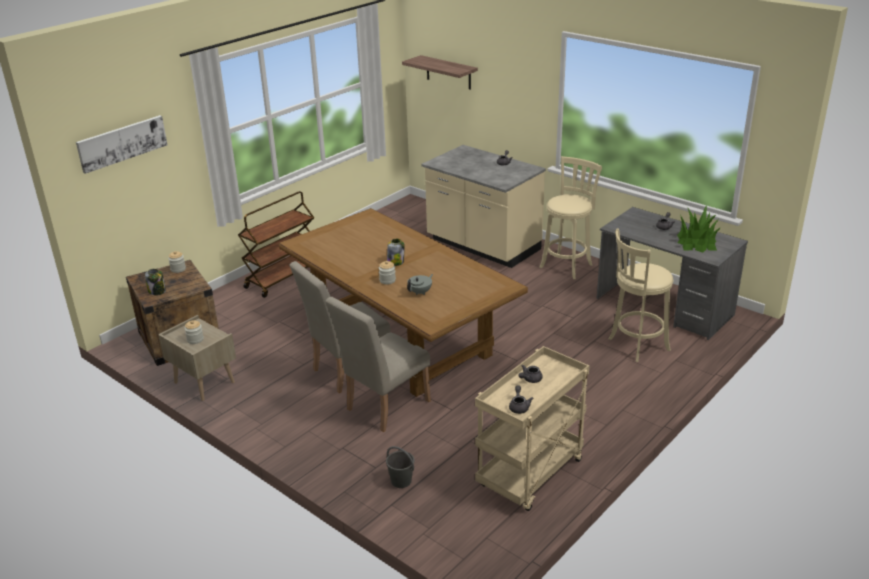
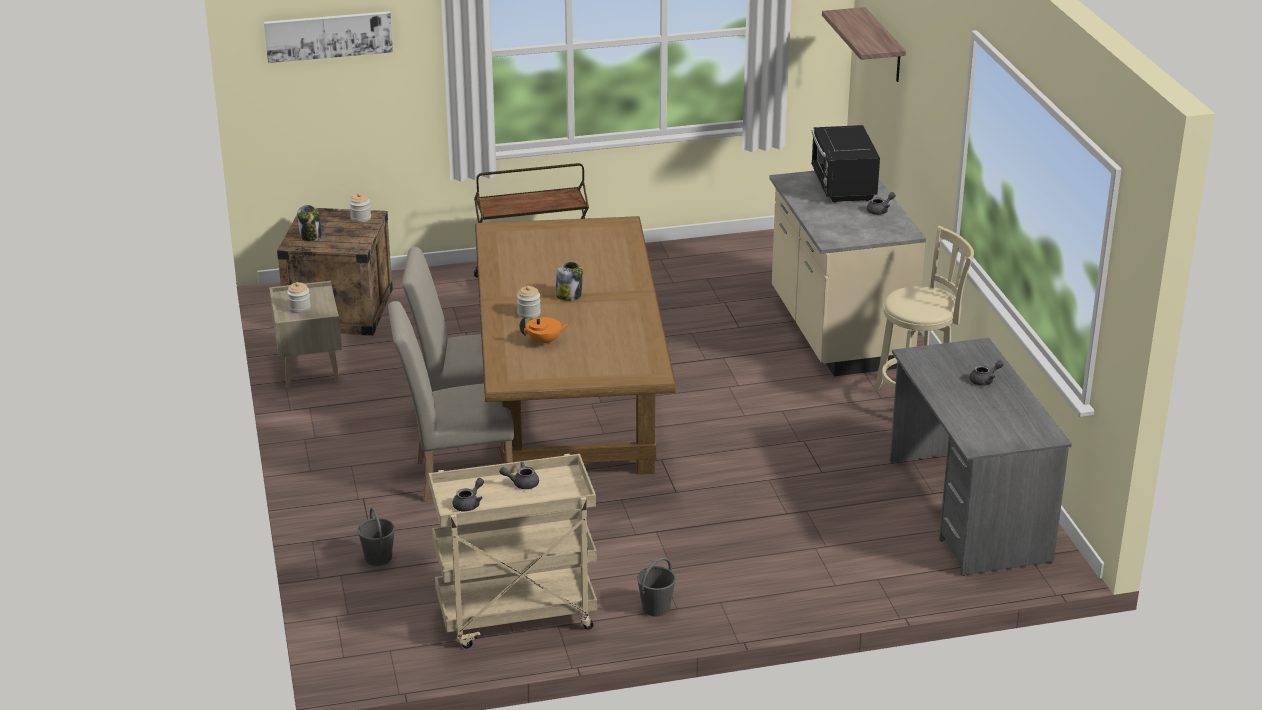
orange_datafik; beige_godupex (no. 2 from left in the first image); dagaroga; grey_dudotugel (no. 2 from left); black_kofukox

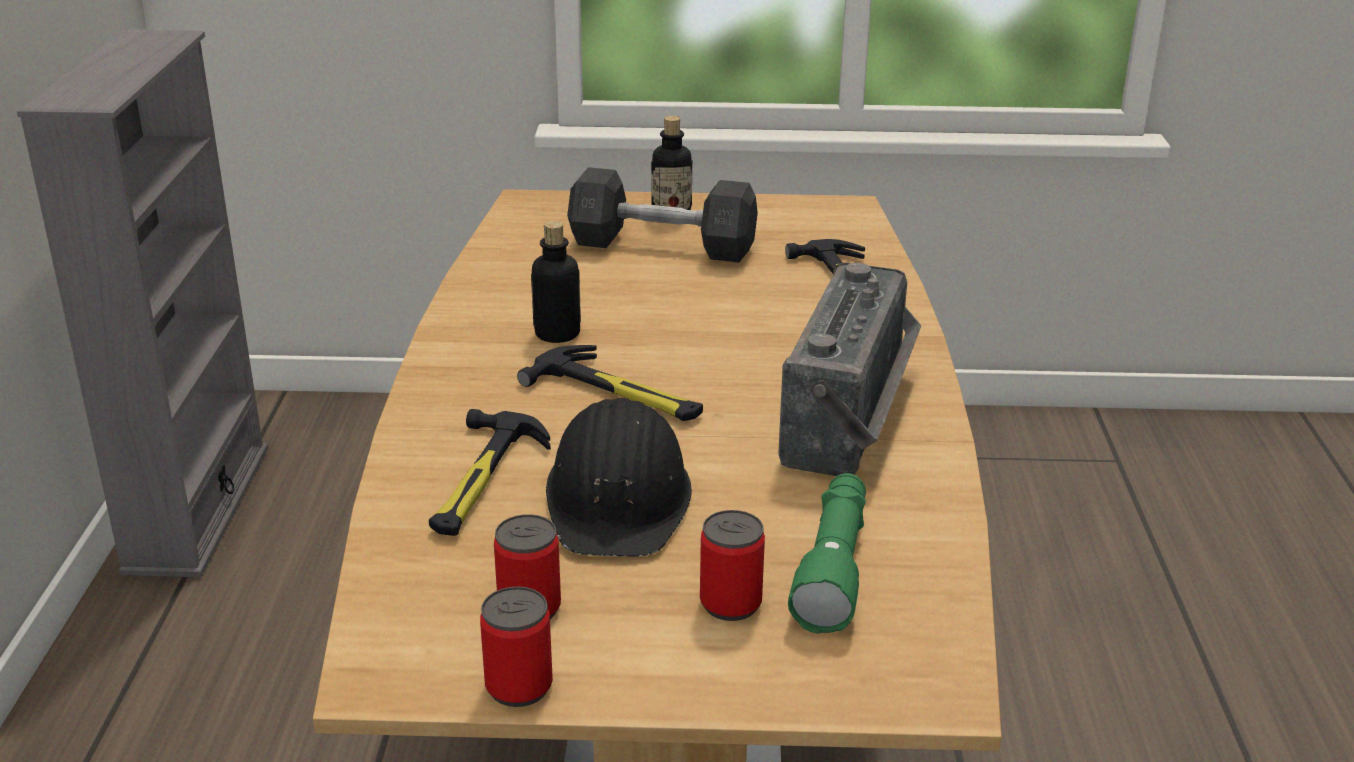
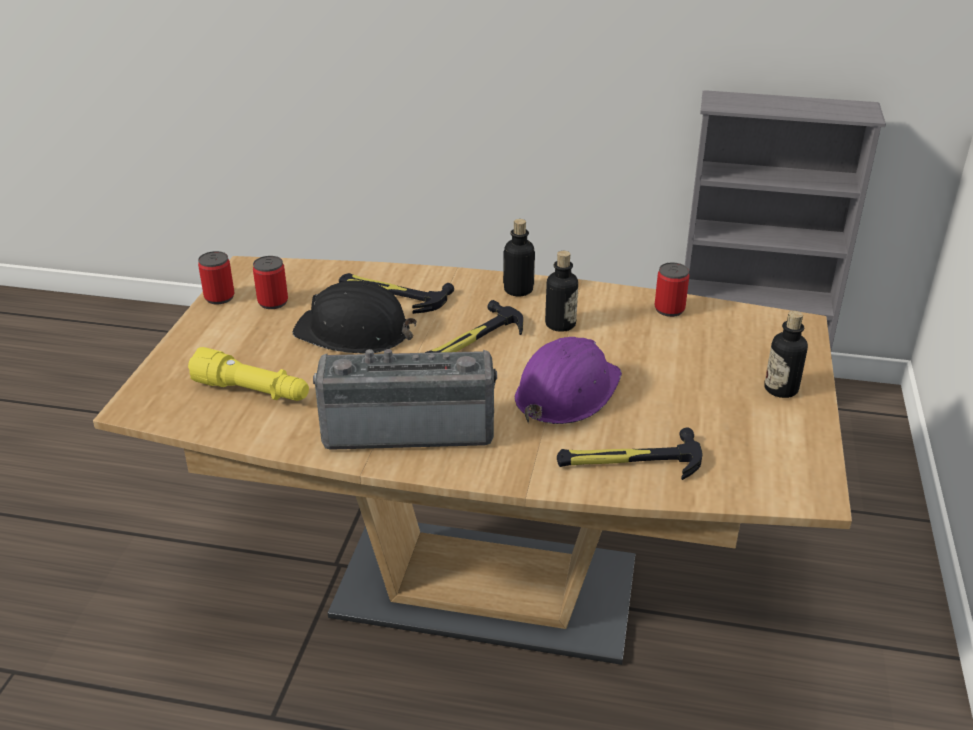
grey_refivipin; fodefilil (no. 3 from left); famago; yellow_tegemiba; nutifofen (no. 1 from left); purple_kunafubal

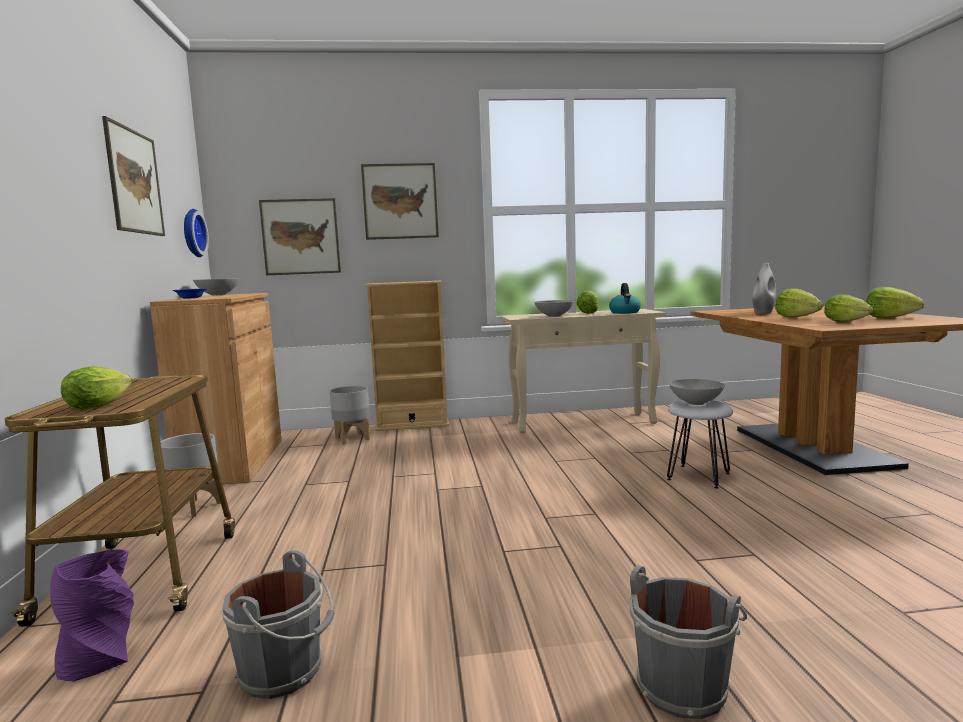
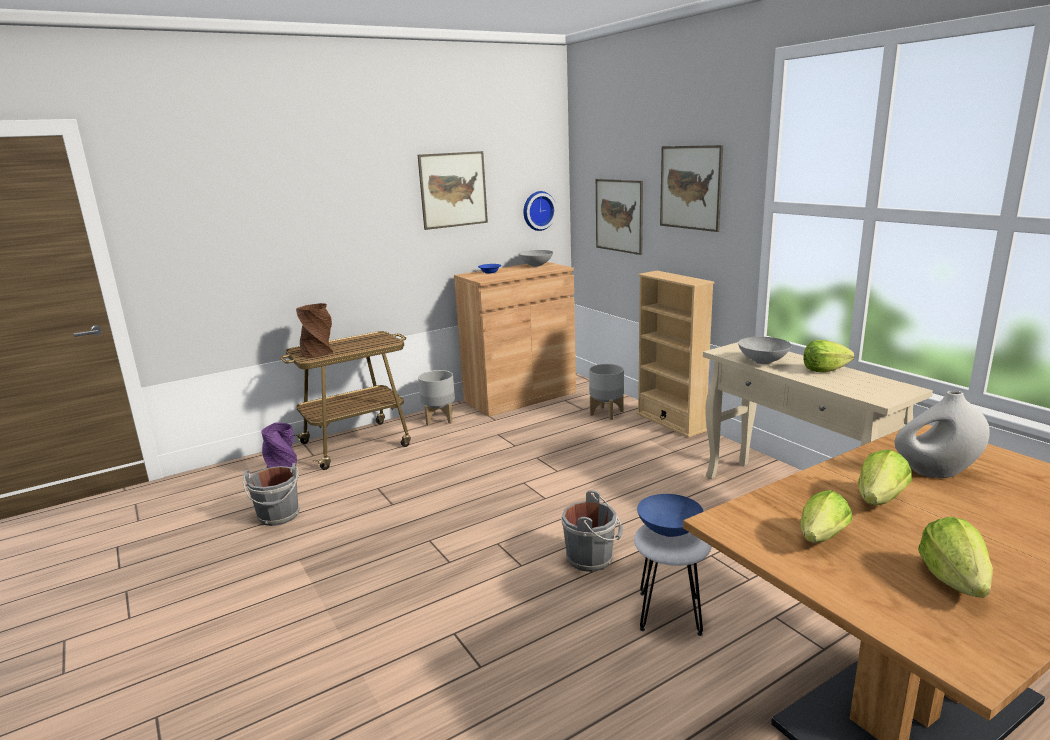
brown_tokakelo; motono; grey_dudotugel (no. 2 from left); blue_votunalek (no. 2 from left)

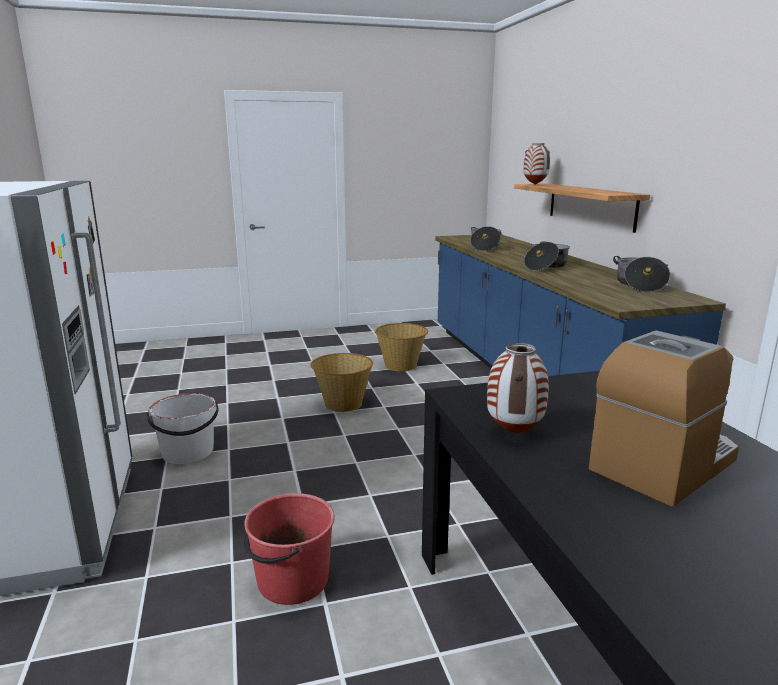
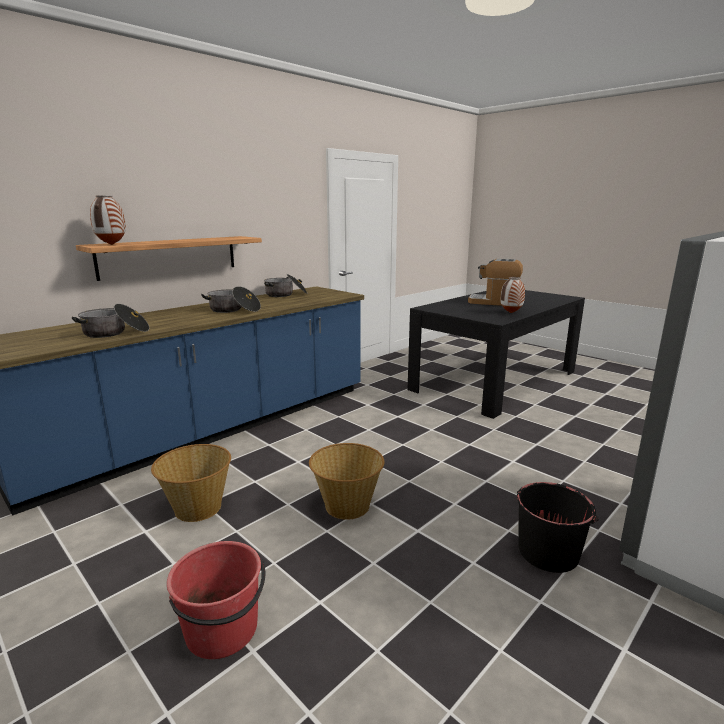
black_dudotugel; red_dudotugel

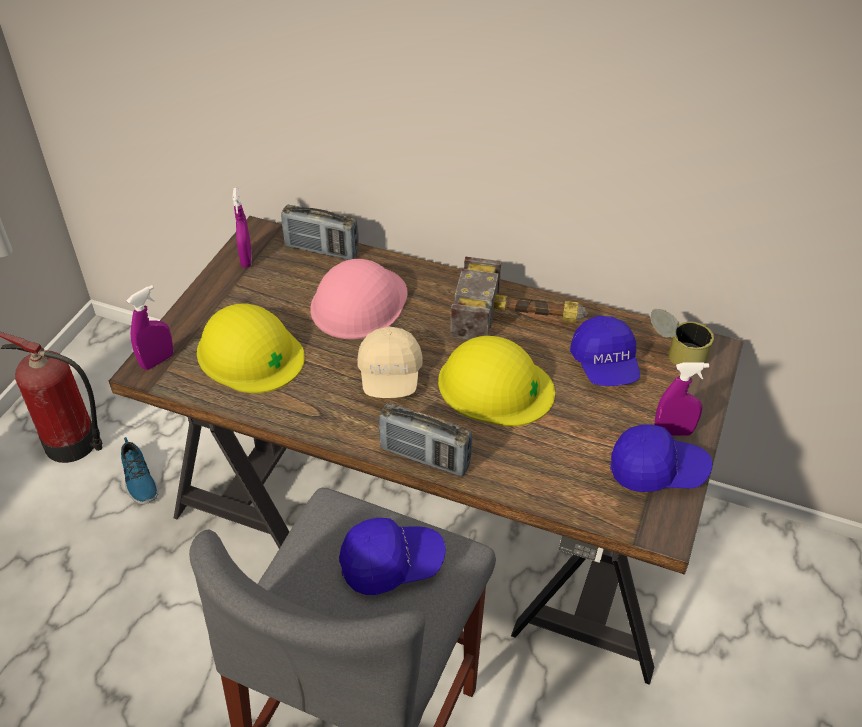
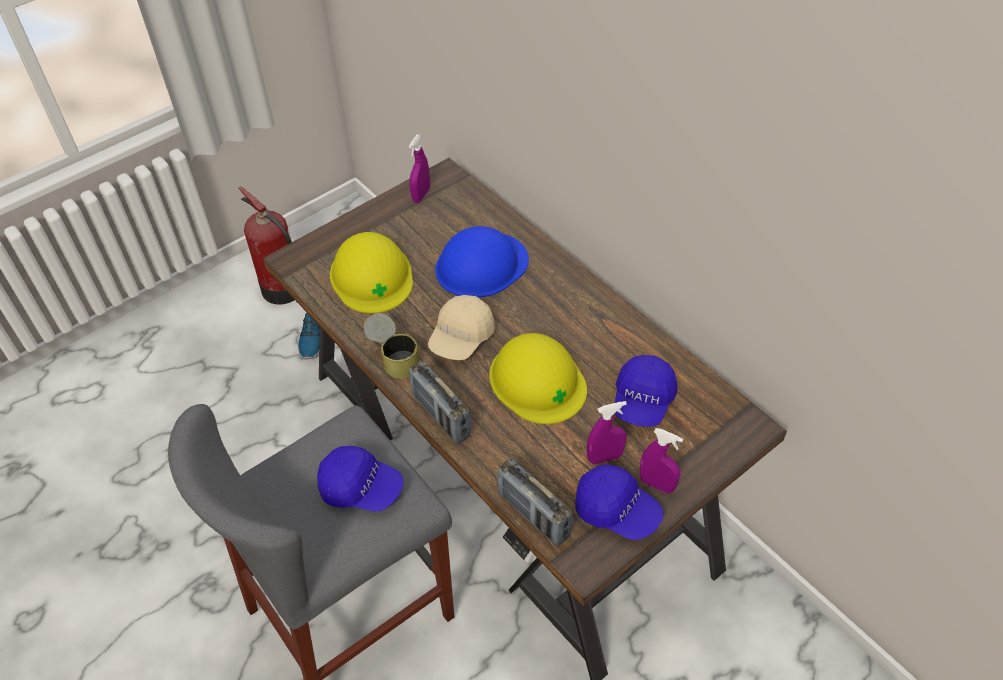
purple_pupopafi (no. 2 from left); famago (no. 2 from left); blue_kunafubal; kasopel; fodefilil

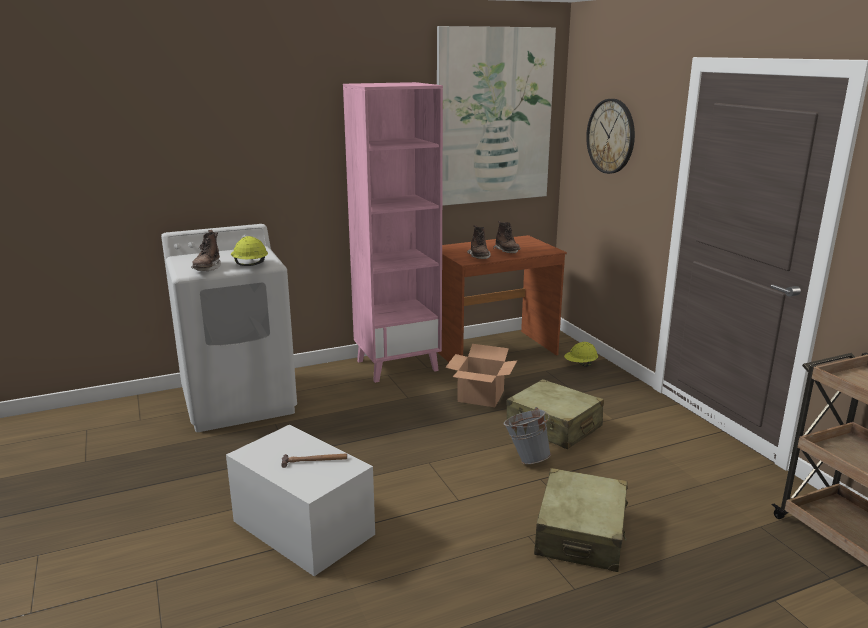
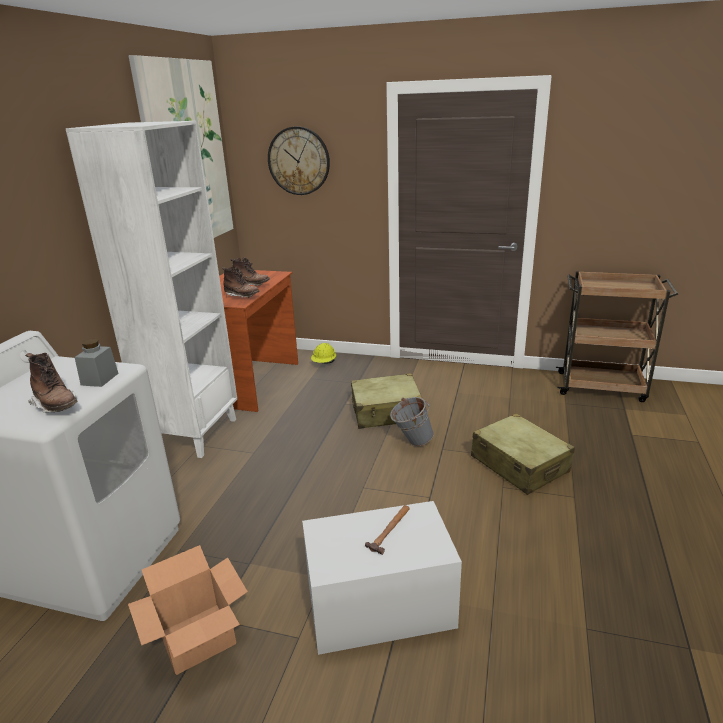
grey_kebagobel; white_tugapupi; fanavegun

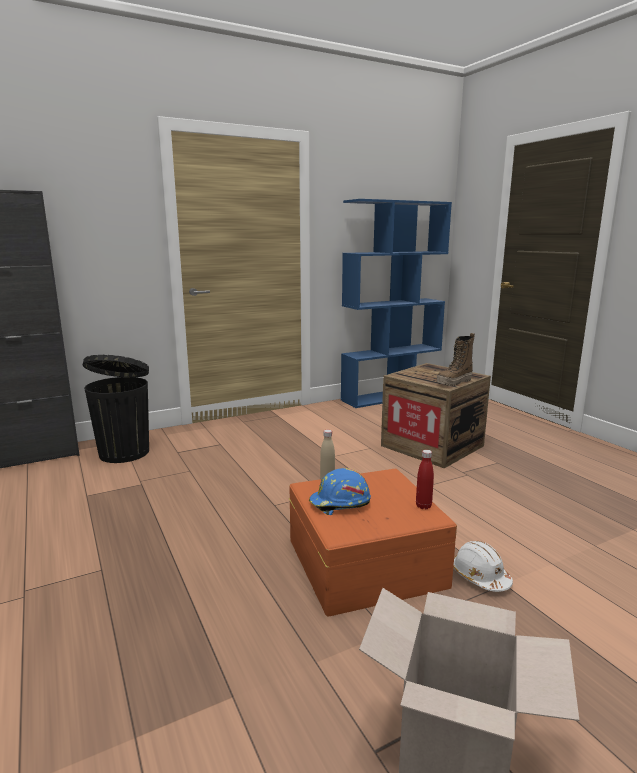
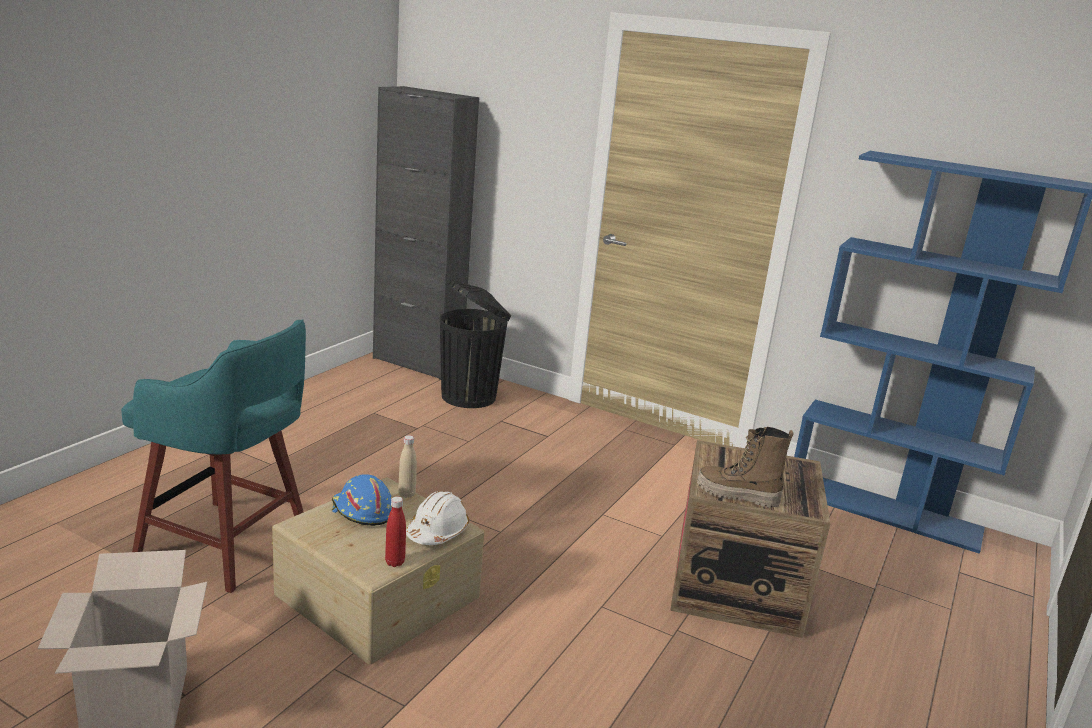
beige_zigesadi; white_kunafubal; turquoise_godupex

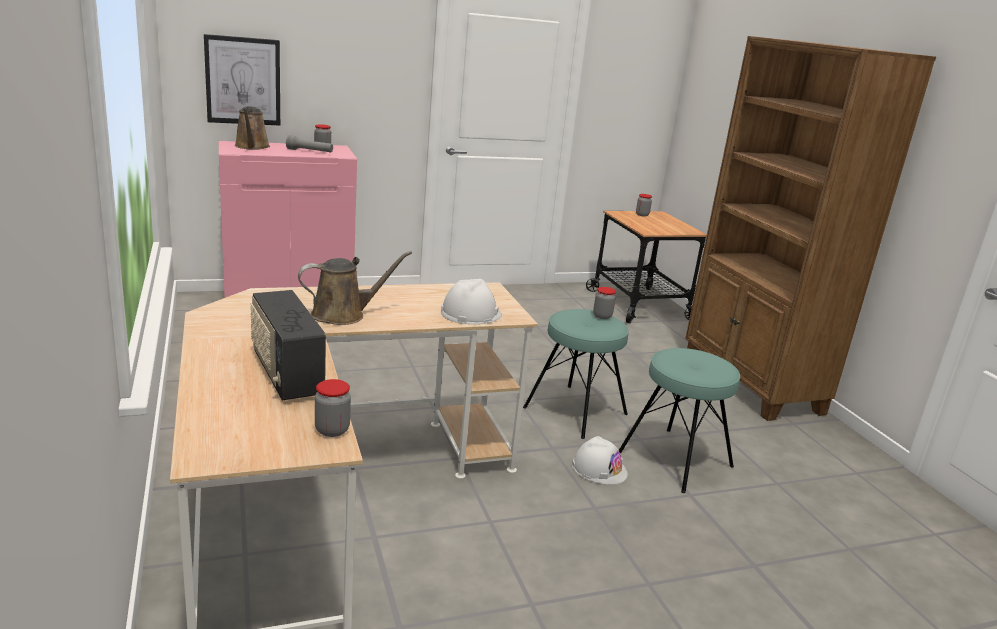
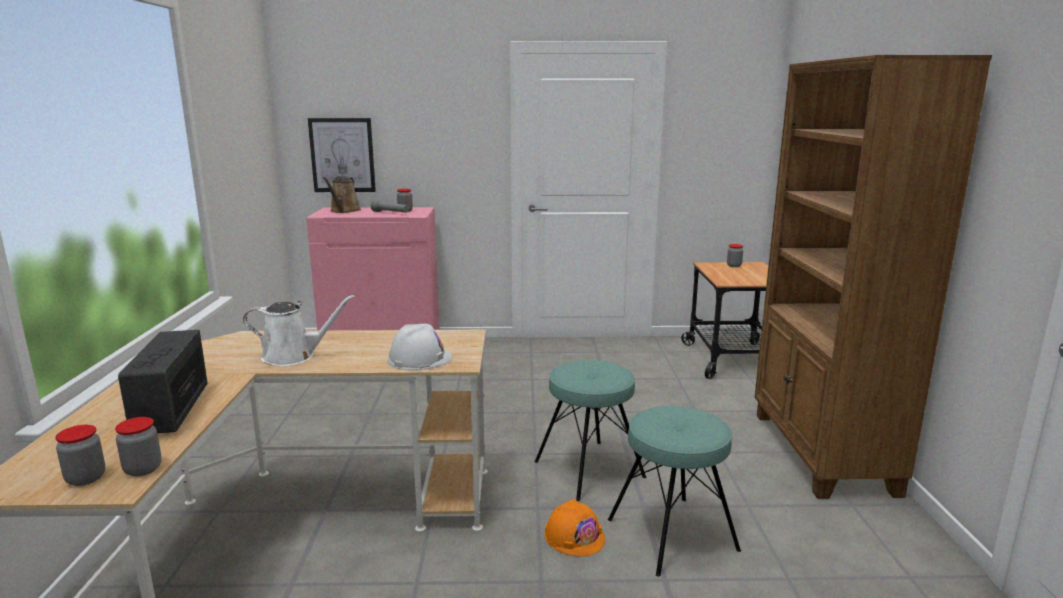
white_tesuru; orange_kunafubal; kebagobel (no. 1 from left)

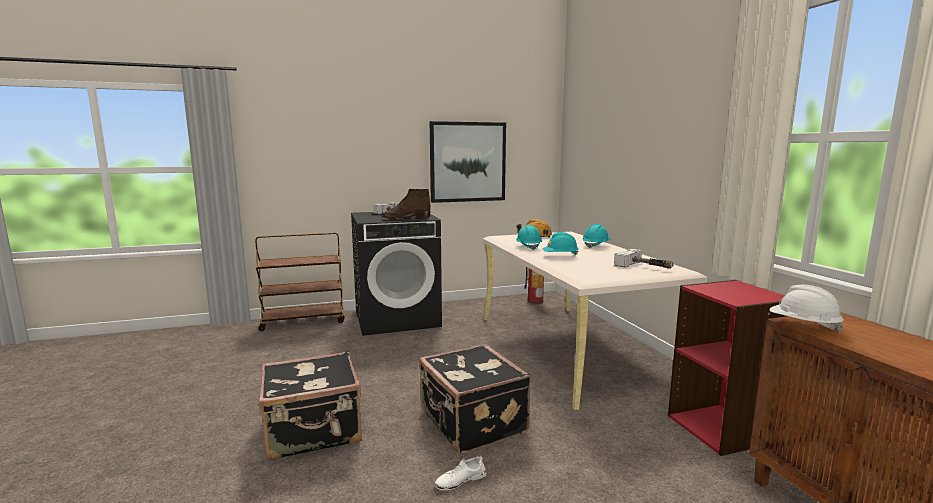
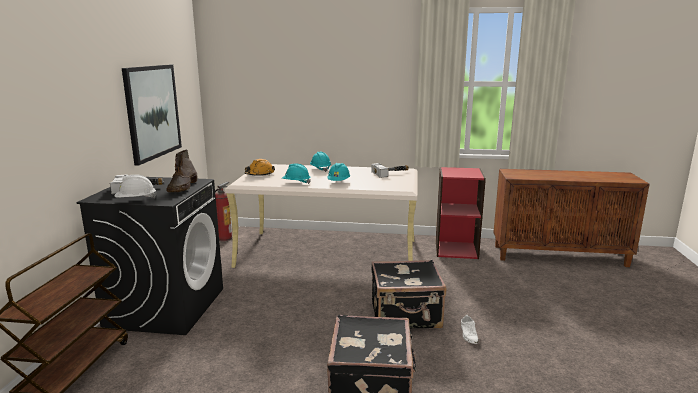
white_kunafubal

